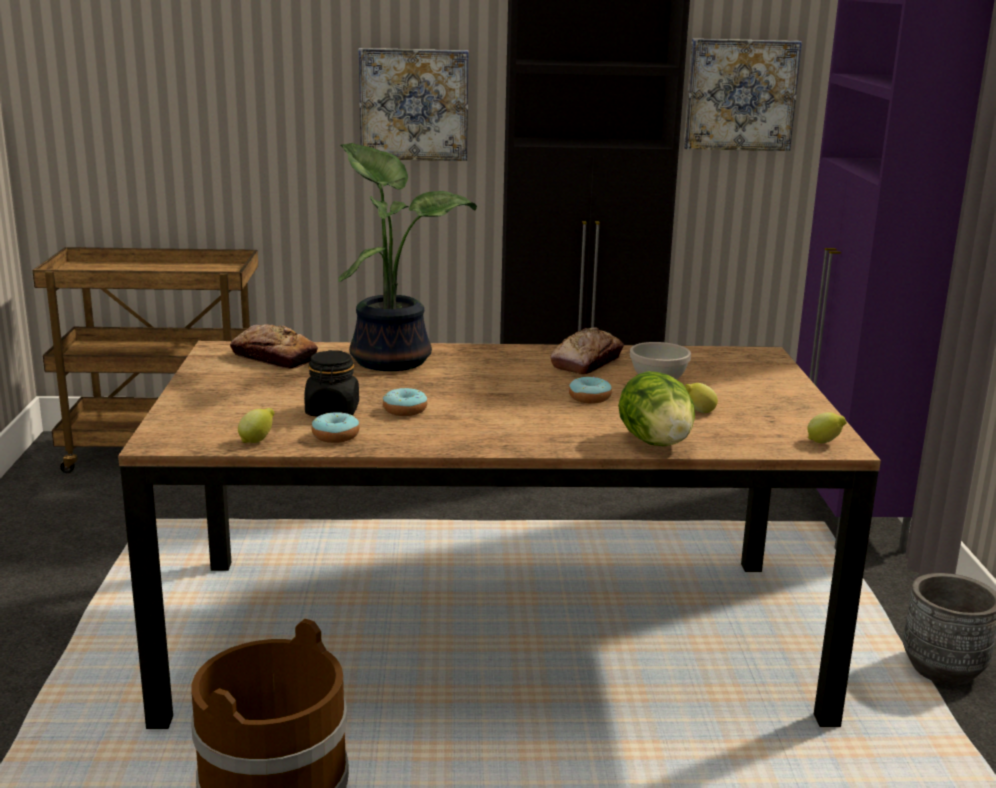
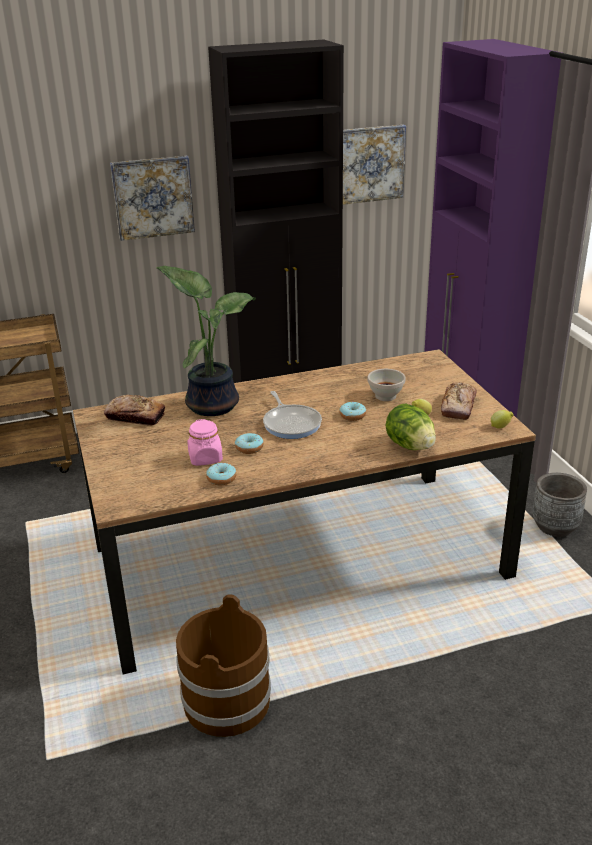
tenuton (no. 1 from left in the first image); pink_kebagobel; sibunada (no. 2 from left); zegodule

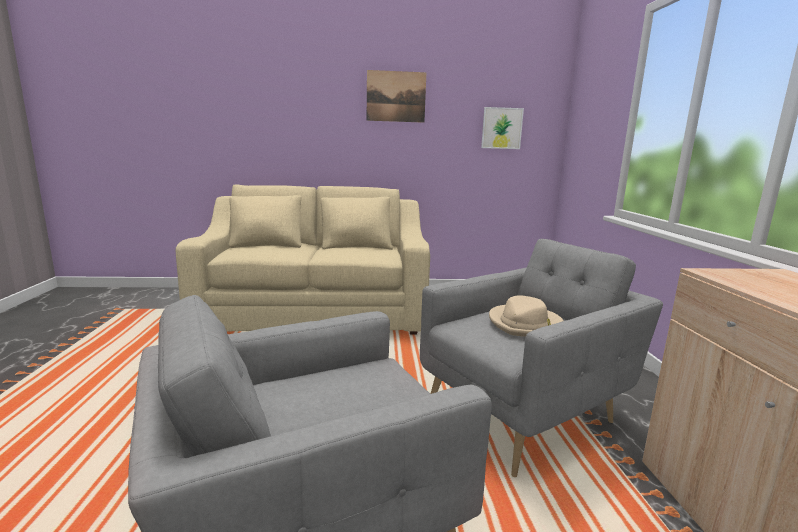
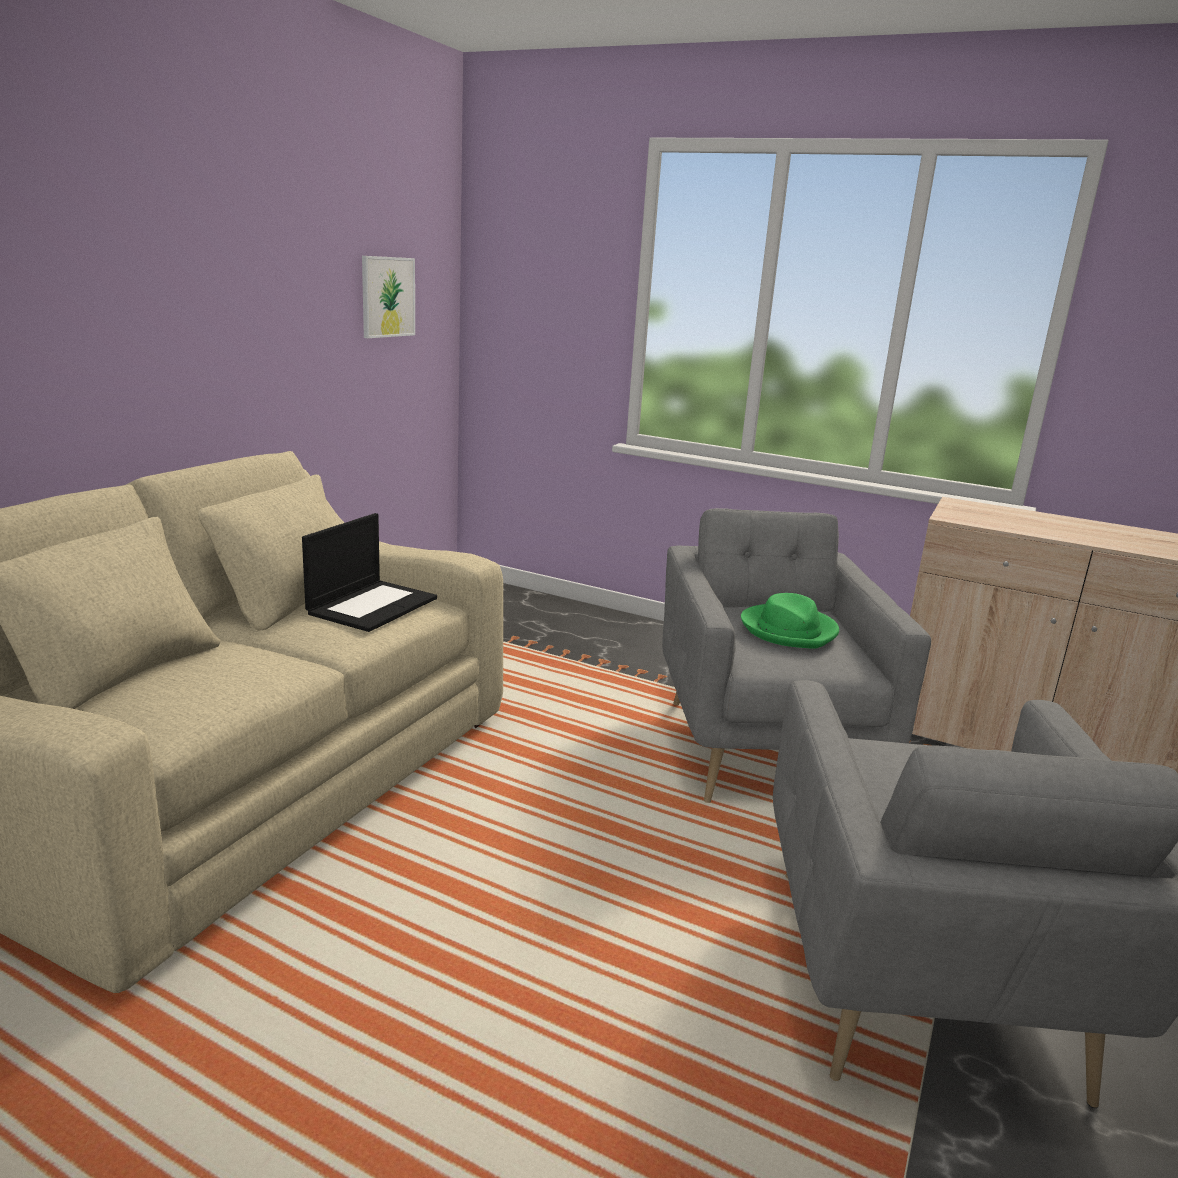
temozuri (no. 1 from left in the first image); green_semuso; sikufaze

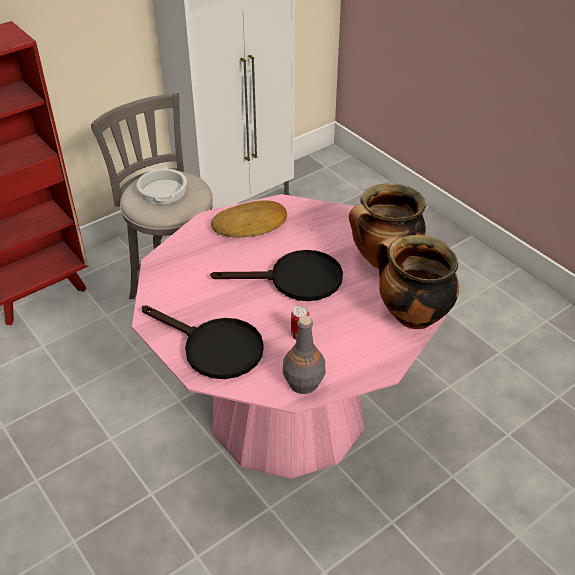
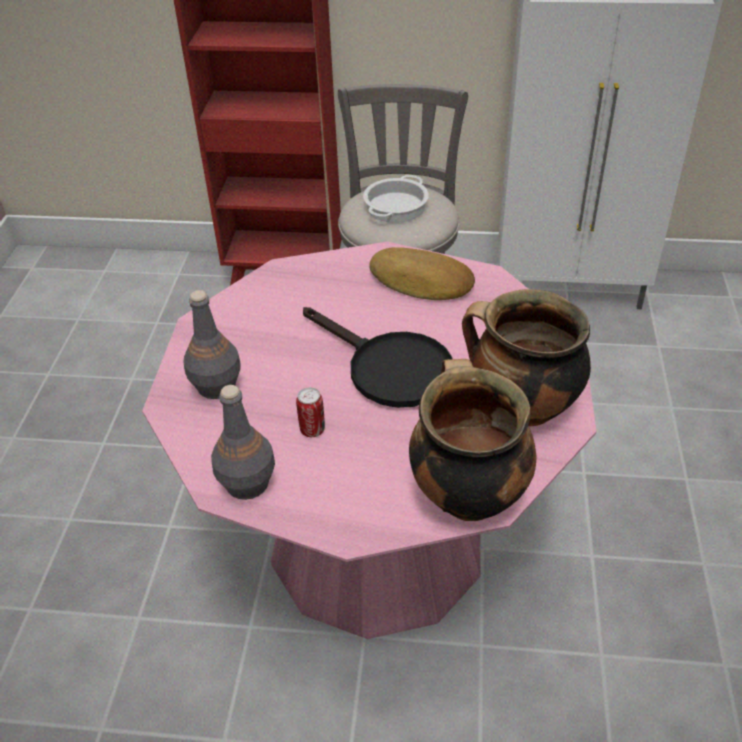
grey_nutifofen (no. 1 from left)

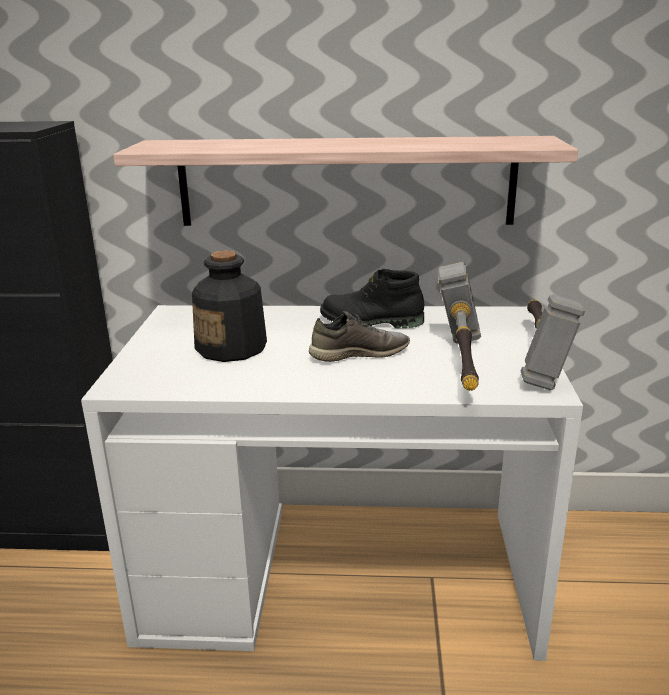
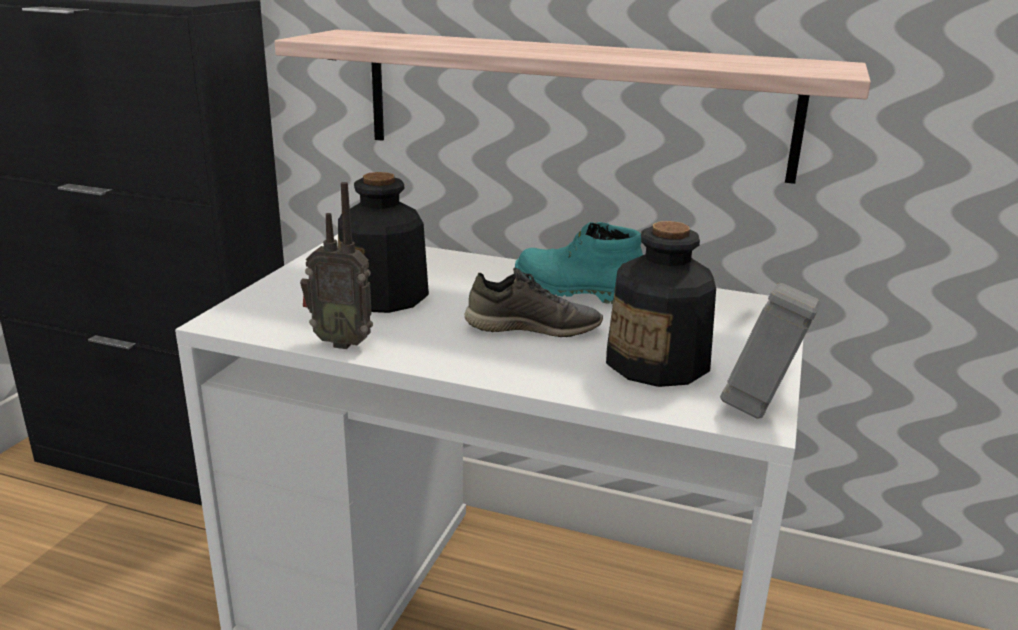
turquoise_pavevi; nutifofen (no. 2 from left); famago

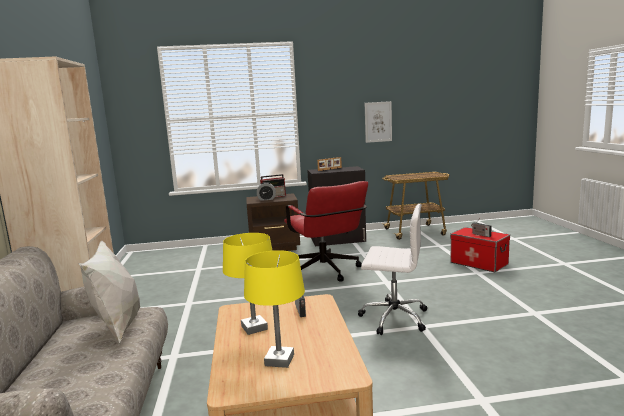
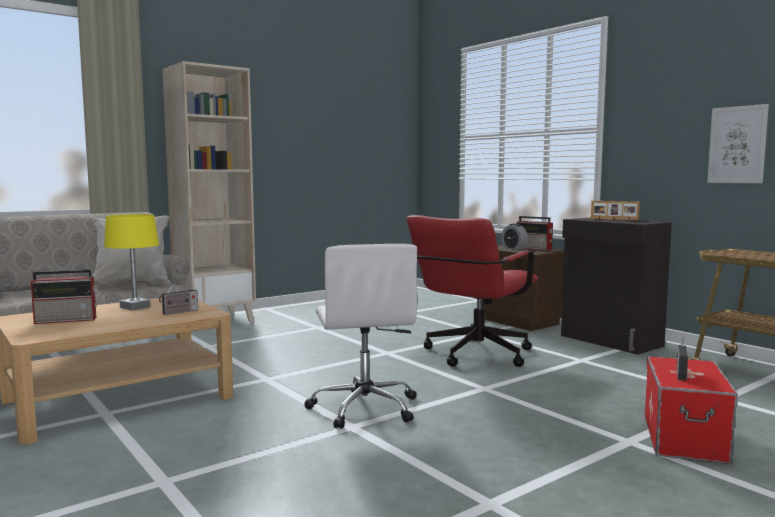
famago (no. 1 from left)

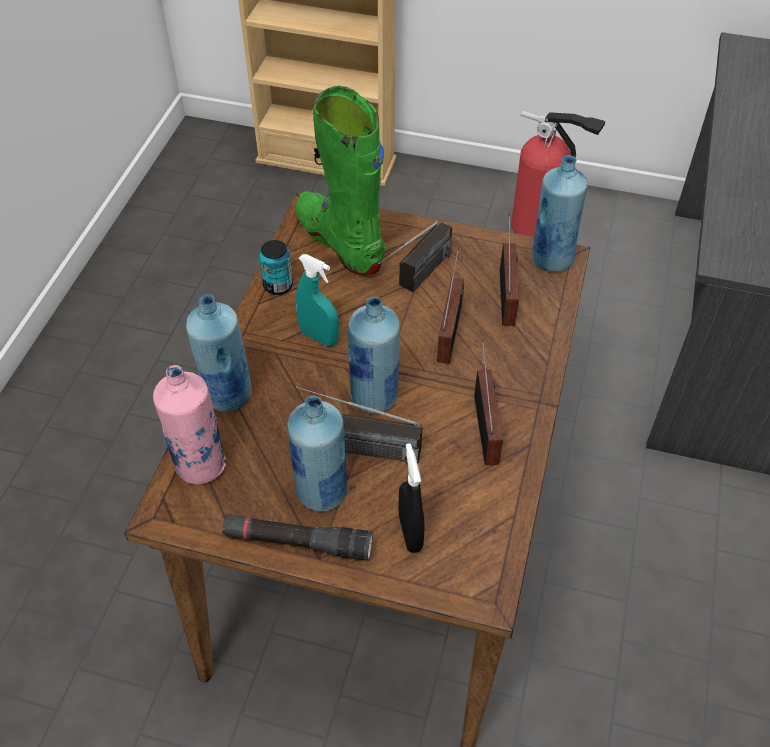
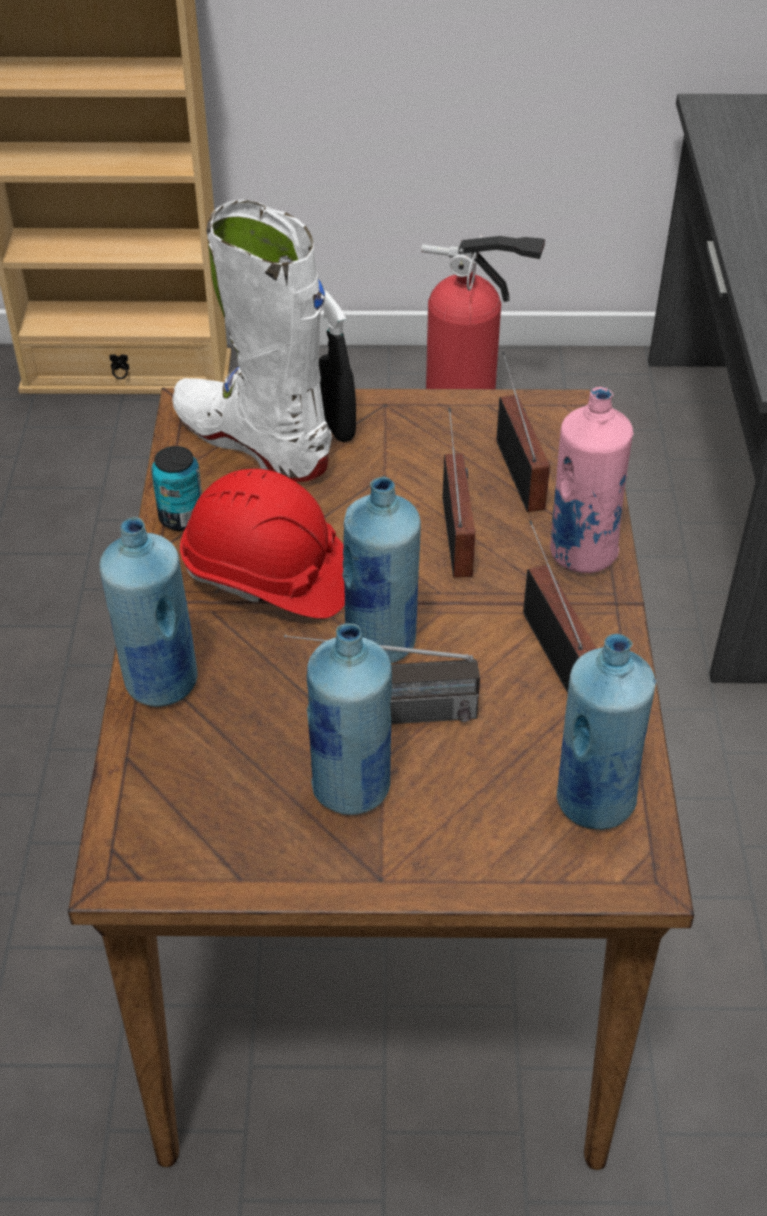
pink_nutifofen; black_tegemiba; white_pavevi; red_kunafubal; famago (no. 2 from left in the first image); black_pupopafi; blue_nutifofen (no. 4 from left)

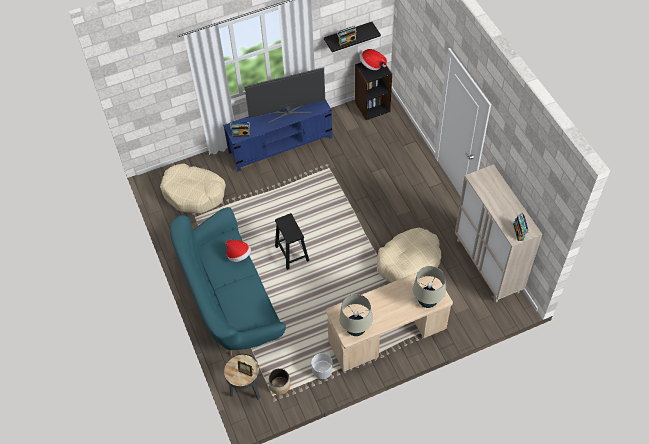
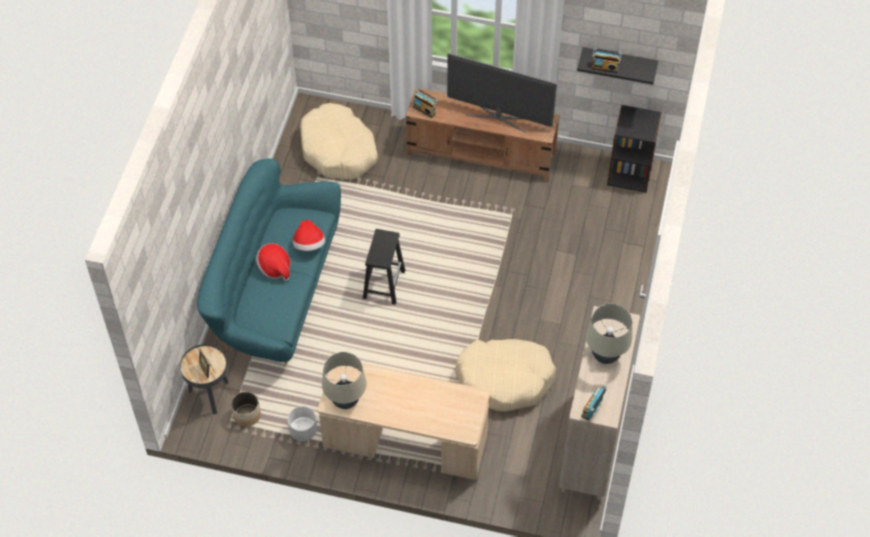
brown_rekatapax; semuso (no. 1 from left); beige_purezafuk (no. 2 from left)

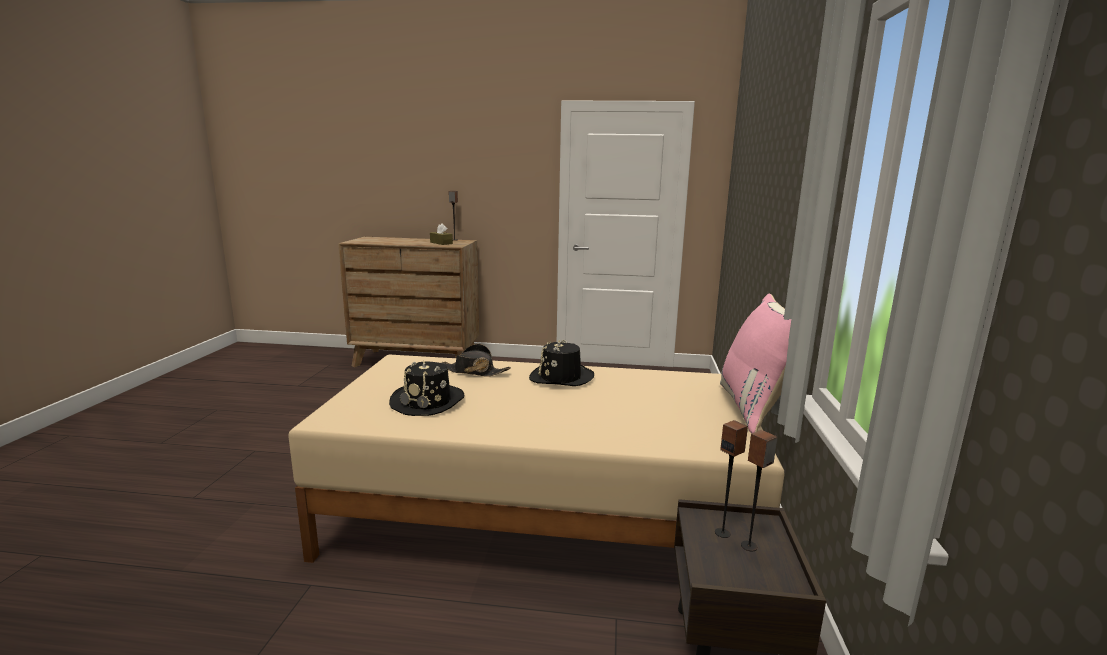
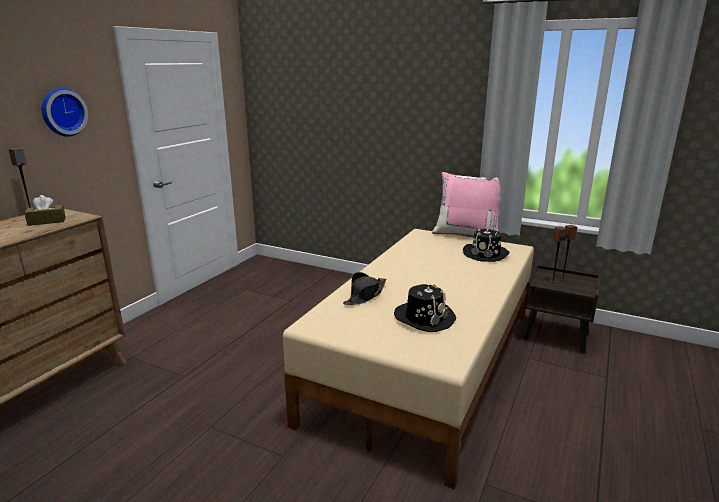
black_semuso (no. 3 from left); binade

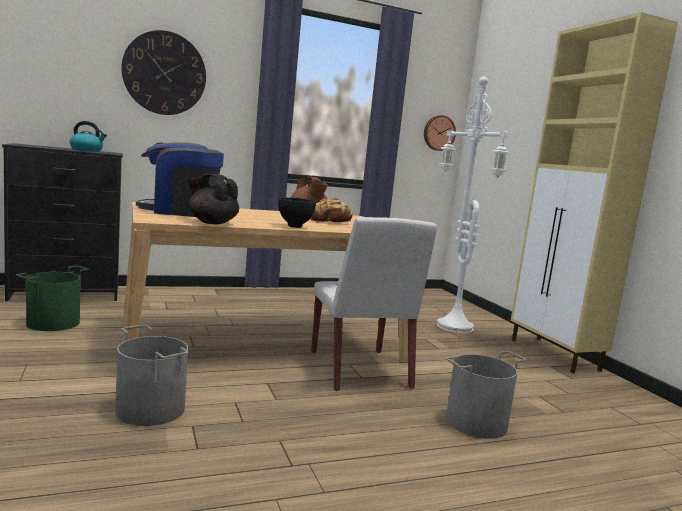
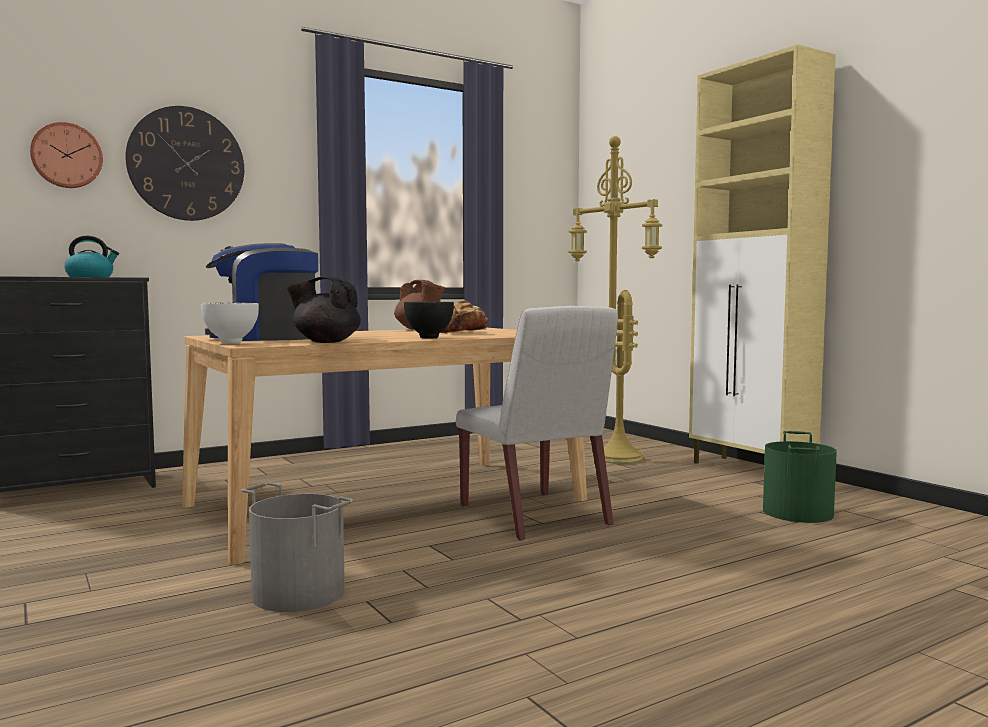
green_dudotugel; binade (no. 1 from left); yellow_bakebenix; grey_dudotugel (no. 2 from left in the first image); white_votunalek

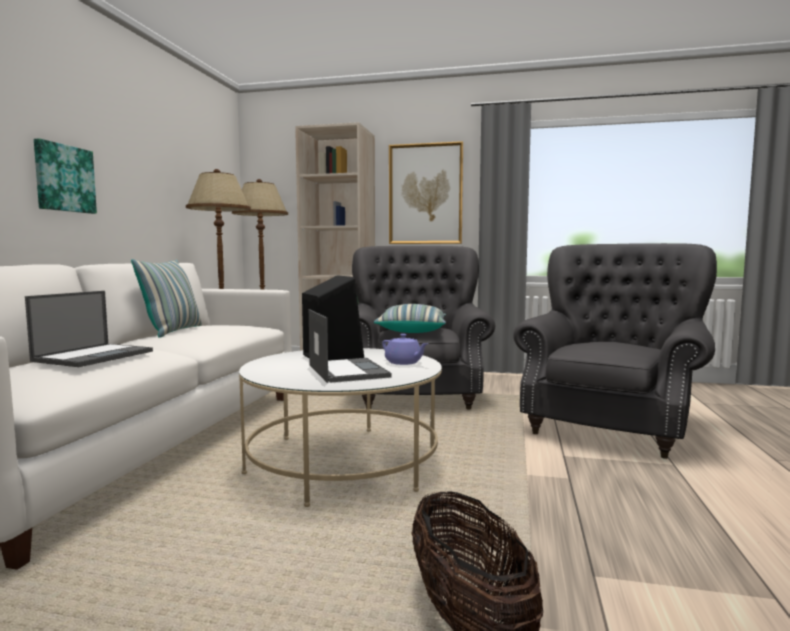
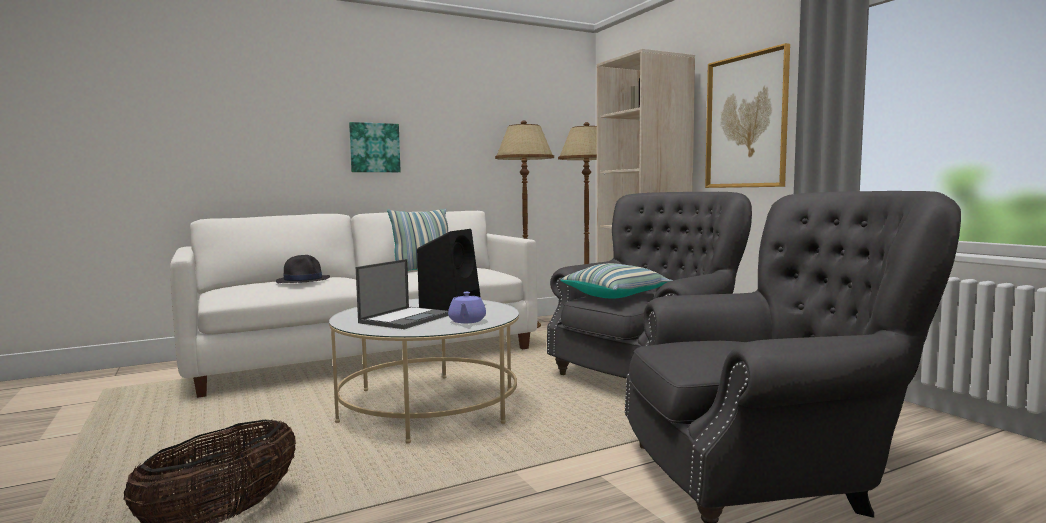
black_semuso

